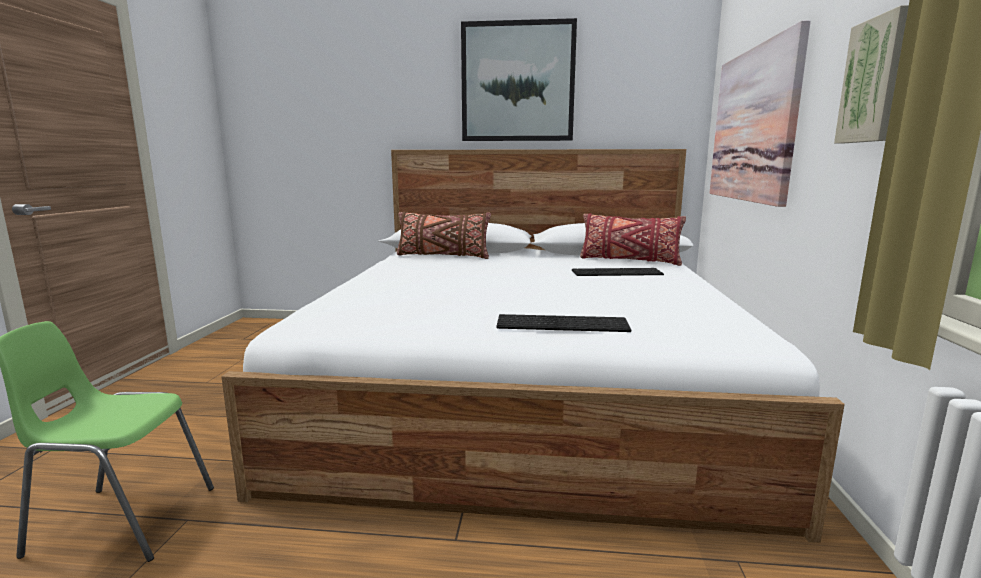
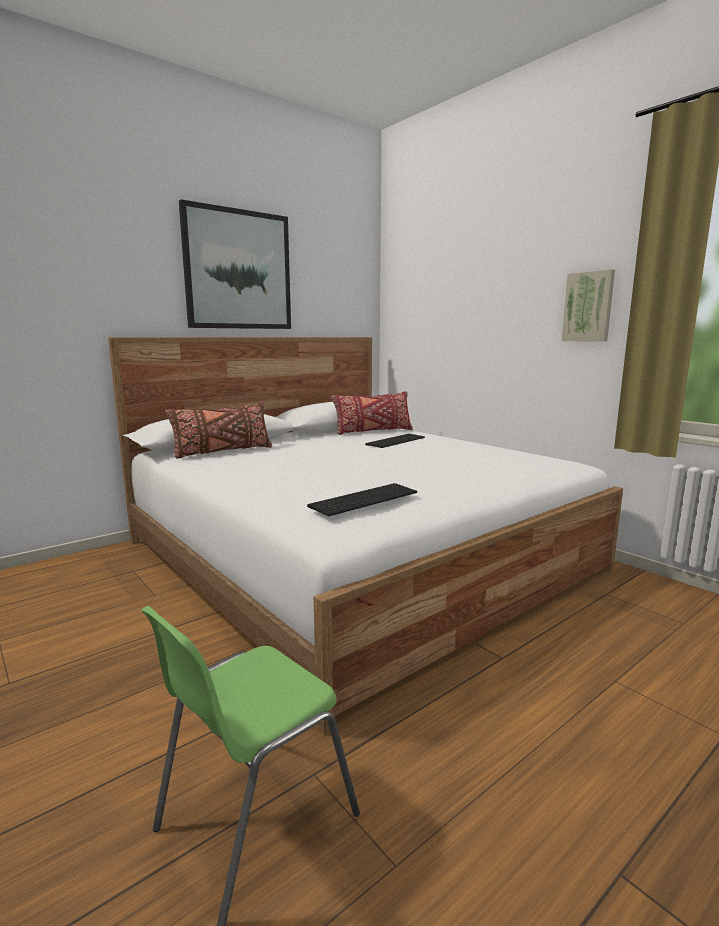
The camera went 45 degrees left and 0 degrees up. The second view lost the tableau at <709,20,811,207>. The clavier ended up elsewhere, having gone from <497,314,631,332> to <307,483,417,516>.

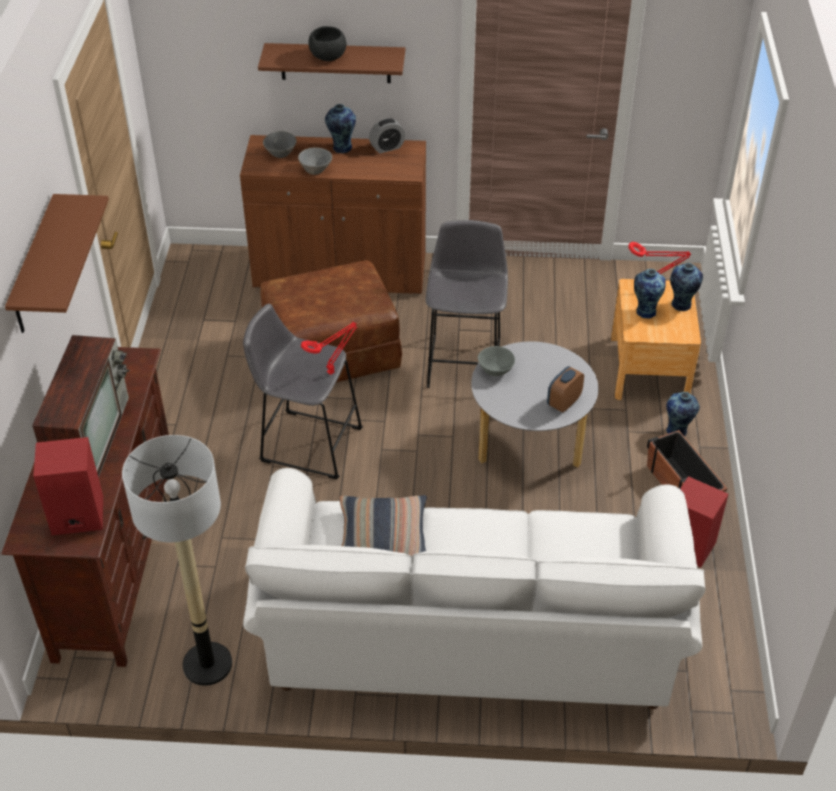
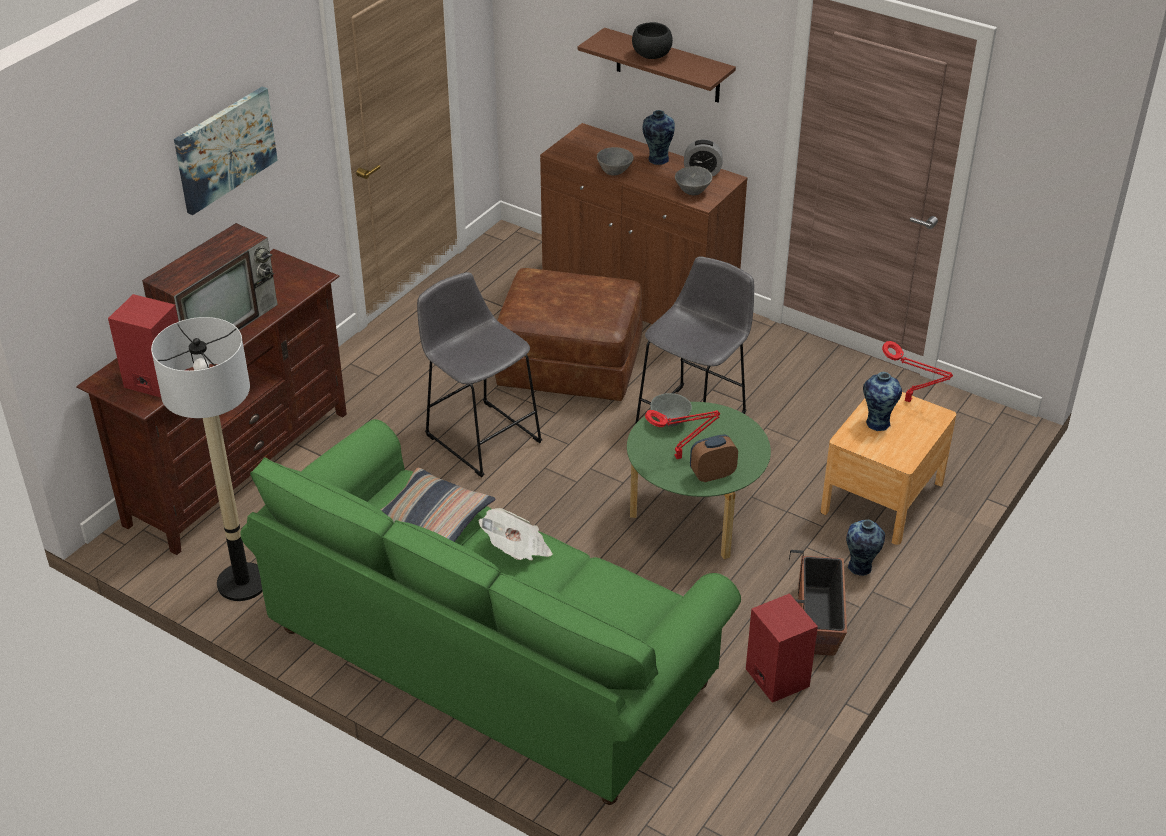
The camera went 30 degrees right and 5 degrees down. The second view lost the vase at <670,263,703,311>. The second view gained the journal at <479,508,553,561>. The bol/gris ended up elsewhere, having gone from <263,131,297,158> to <675,166,712,196>. The lampe de table/rouge ended up elsewhere, having gone from <301,322,357,375> to <645,410,720,459>. Where the étagère/marron hung at <5,194,109,333>, the tableau came to hang at <174,87,278,215>. What was the canapé/blanc at <243,468,706,709> turned into the canapé/vert at <240,419,741,805>. What was the table basse/gris at <471,341,598,468> turned into the table basse/vert at <627,402,771,560>.

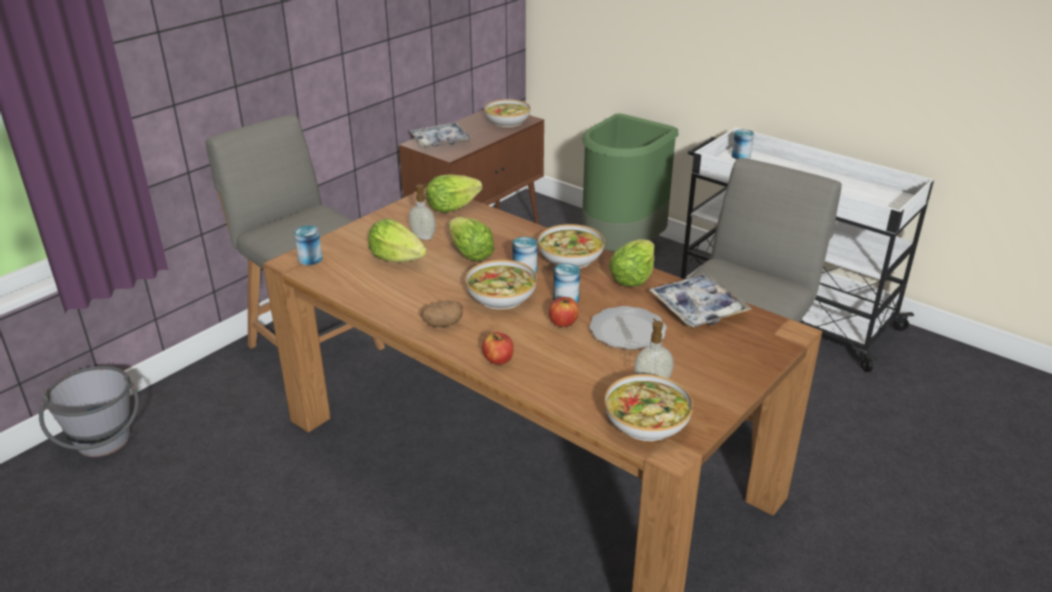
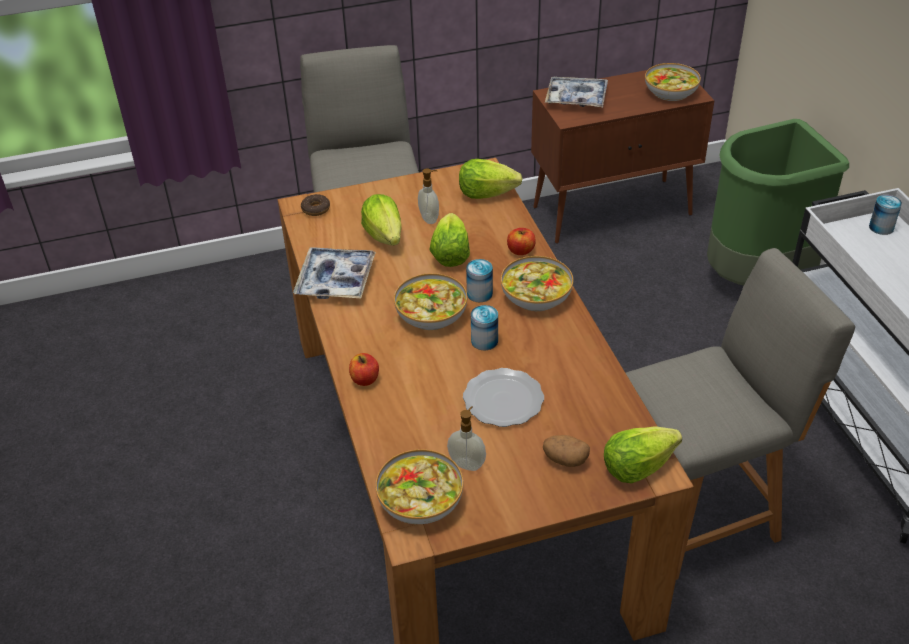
The camera went 35 degrees right and 10 degrees up. The second view lost the seau/gris at <39,366,139,457>. The pomme de terre ended up elsewhere, having gone from <421,301,463,327> to <543,435,590,467>. The pomme ended up elsewhere, having gone from <549,297,579,327> to <507,228,536,255>. The laitue ended up elsewhere, having gone from <609,239,655,287> to <604,426,682,483>. The plateau ended up elsewhere, having gone from <649,274,752,327> to <293,247,376,299>. Where the boîte métallique stood at <294,225,323,265>, the beignet came to stand at <301,194,330,216>.

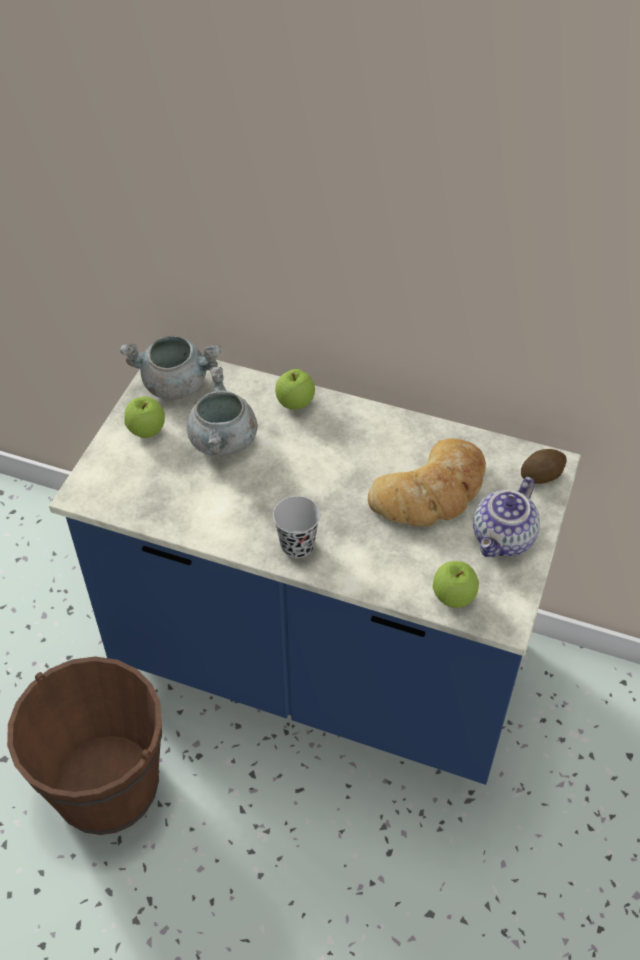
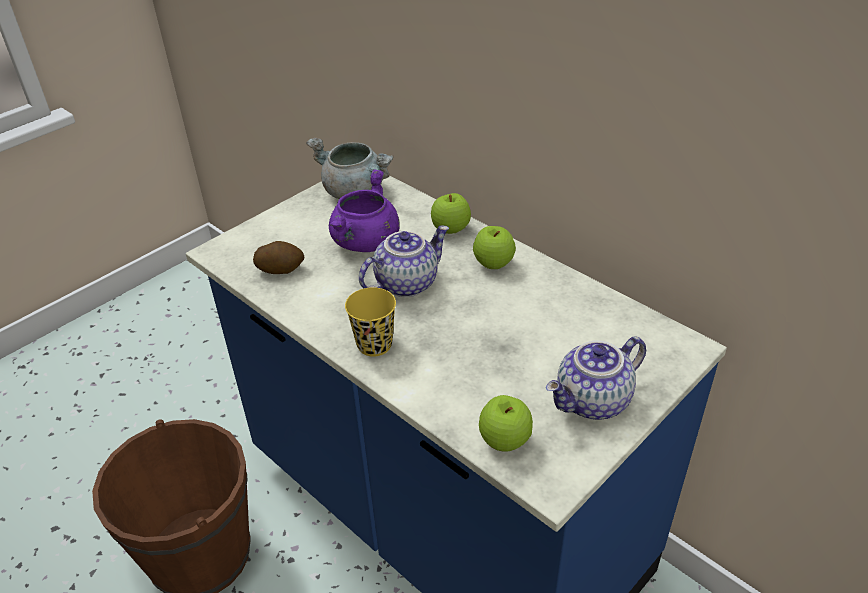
The camera went 25 degrees right and 10 degrees down. The second view lost the pain at <368,439,486,527>. The second view gained the théière at <359,226,449,297>. The pomme ended up elsewhere, having gone from <124,396,165,438> to <473,226,516,269>. The pomme de terre ended up elsewhere, having gone from <521,449,567,484> to <253,241,304,274>. What was the marmite/gris at <186,367,258,456> turned into the marmite/violet at <329,169,399,252>. What was the tasse/noir at <273,496,320,558> turned into the tasse/jaune at <345,287,396,357>.

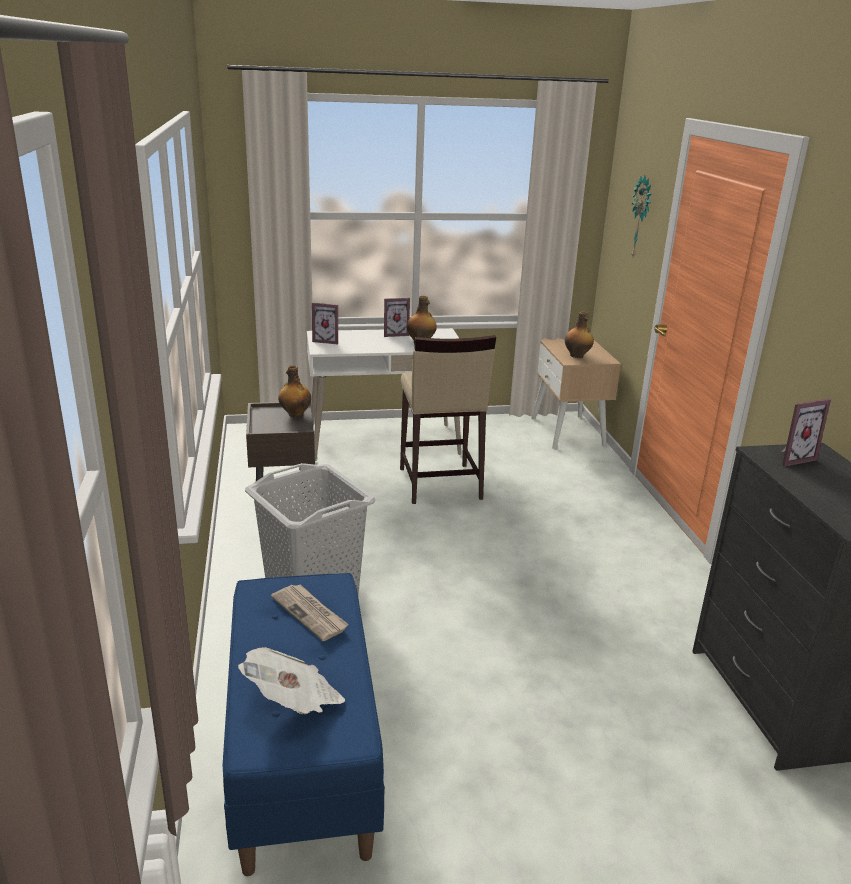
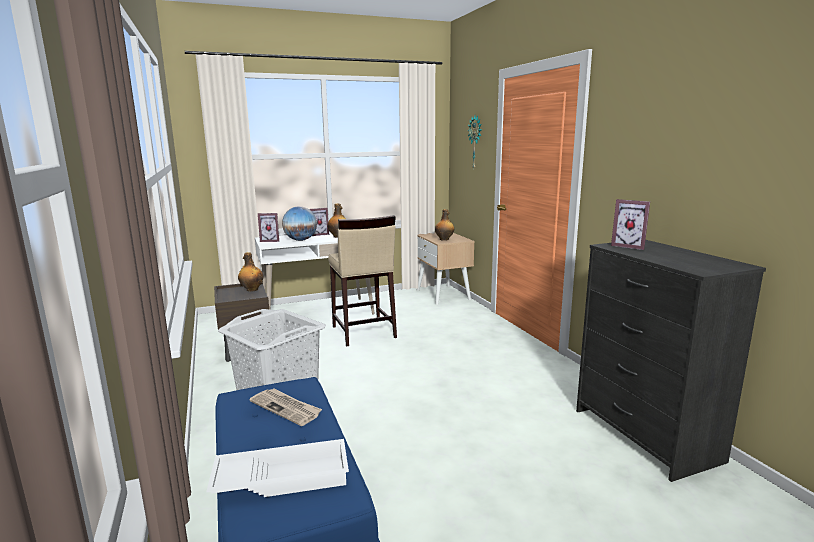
The camera went 10 degrees left and 10 degrees down. The second view gained the globe at <282,206,317,241>. Where the journal stood at <238,647,345,714>, the plateau/blanc came to stand at <207,439,349,497>. The cadre photo at <781,399,831,466> ended up facing another way, 75 degrees clockwise from before.

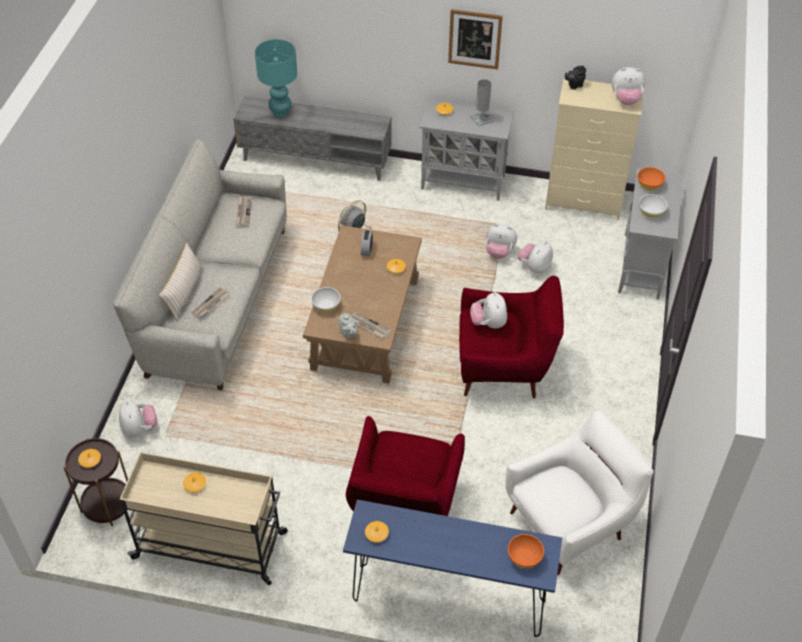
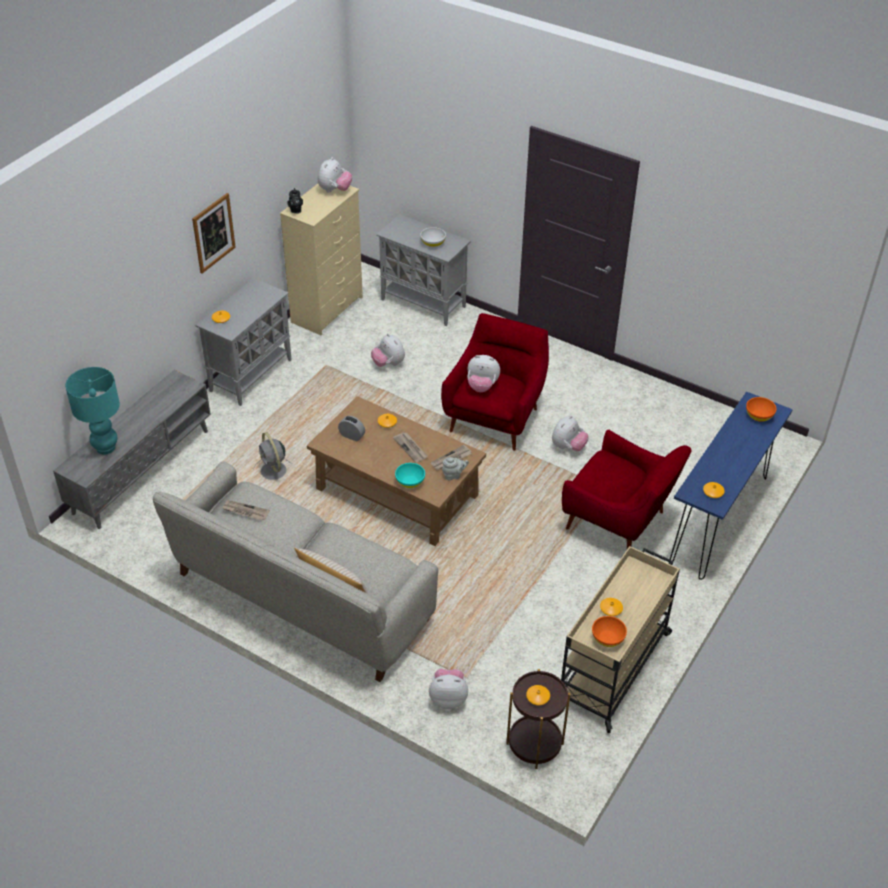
The camera went 70 degrees left and 5 degrees down. The second view lost the lampe de table/gris at <470,79,494,126>. The second view lost the fauteuil/blanc at <505,410,654,575>. The journal ended up elsewhere, having gone from <192,287,230,318> to <393,433,427,463>. The peluche ended up elsewhere, having gone from <486,223,517,259> to <552,416,589,451>. The bol/orange ended up elsewhere, having gone from <638,167,666,190> to <592,616,627,647>. What was the bol/blanc at <311,287,340,312> turned into the bol/turquoise at <395,463,425,488>.

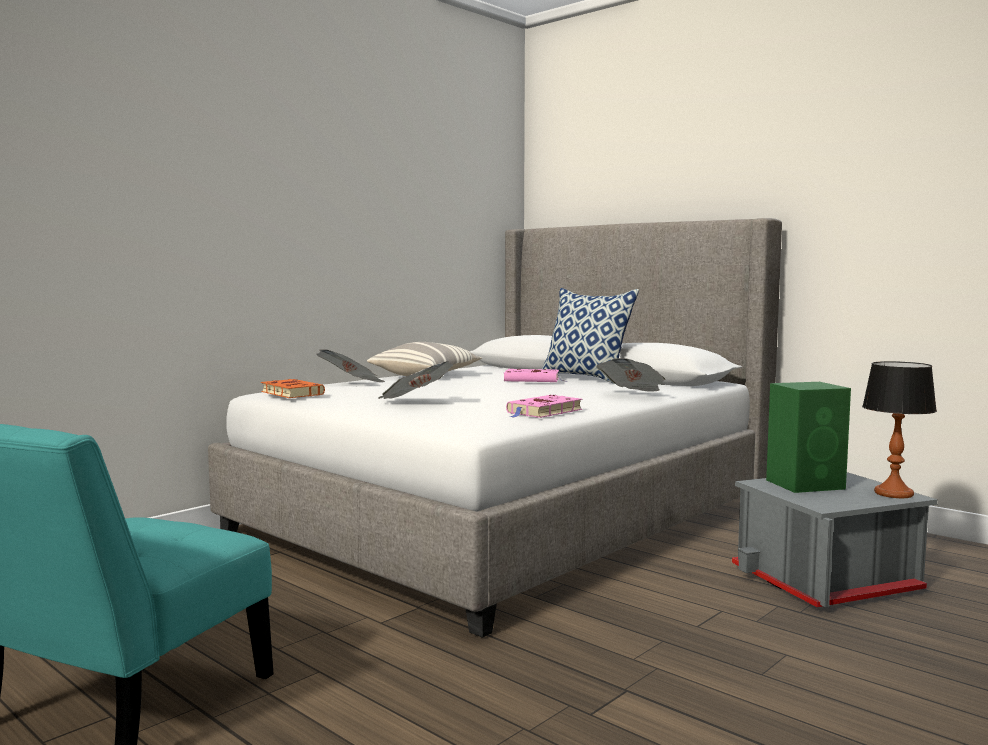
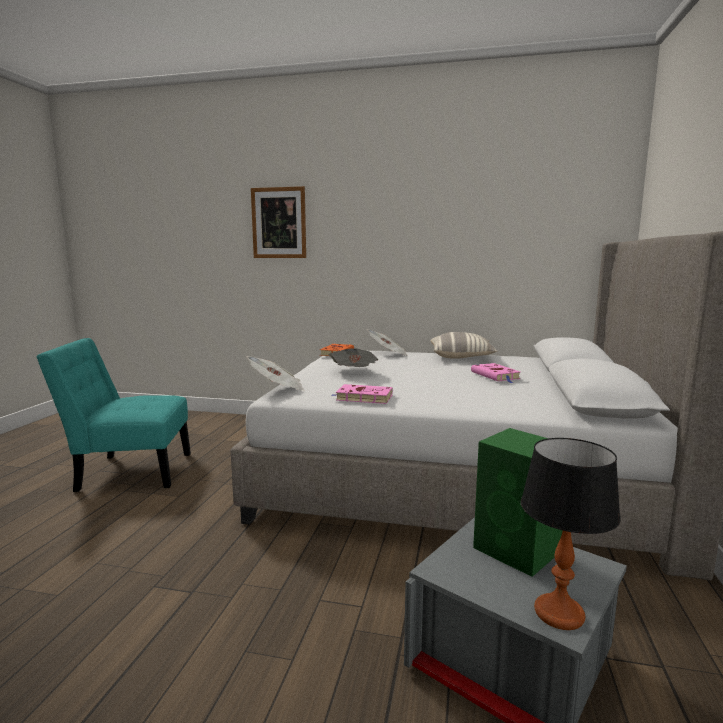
The camera went 60 degrees right and 5 degrees up. The second view lost the coussin at <542,288,639,384>. The second view gained the tableau at <251,186,306,258>. The journal ended up elsewhere, having gone from <596,358,665,392> to <247,356,305,391>.

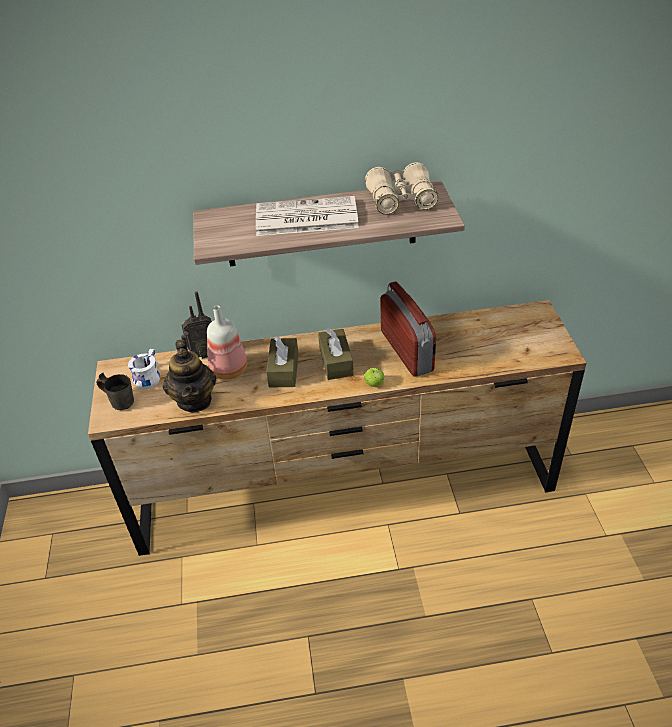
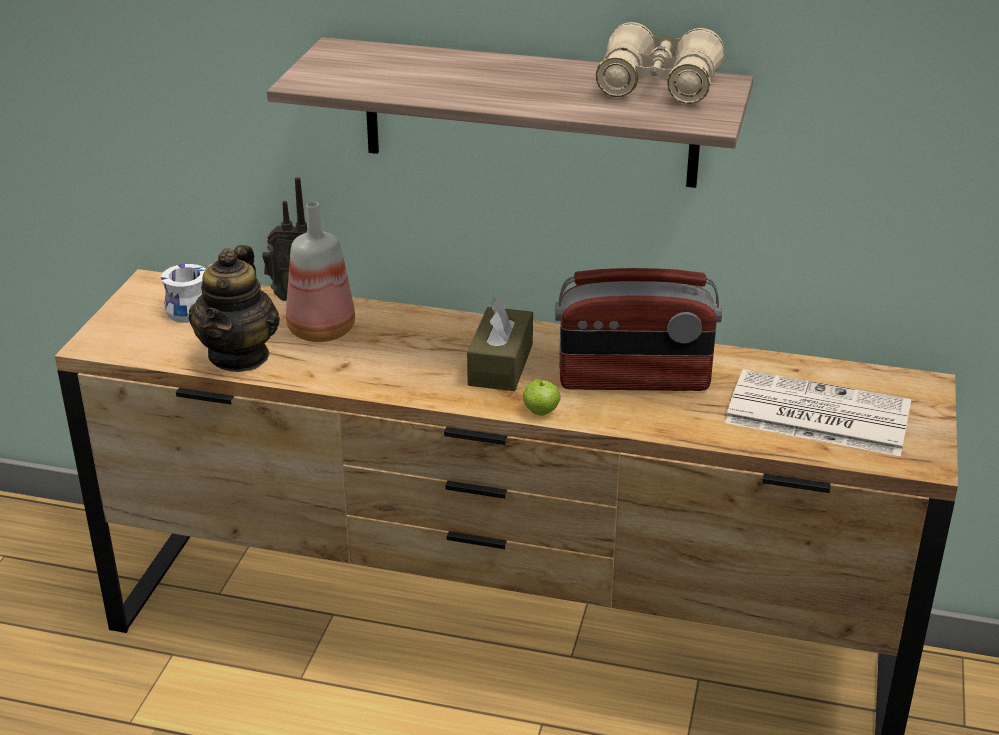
The camera went 20 degrees right and 10 degrees down. The second view lost the mug/gris at <96,373,134,410>. The second view lost the boîte à mouchoirs/marron at <266,336,298,388>. The journal ended up elsewhere, having gone from <256,196,359,236> to <725,369,911,456>. The radio at <380,281,436,377> ended up facing another way, 90 degrees clockwise from before.

